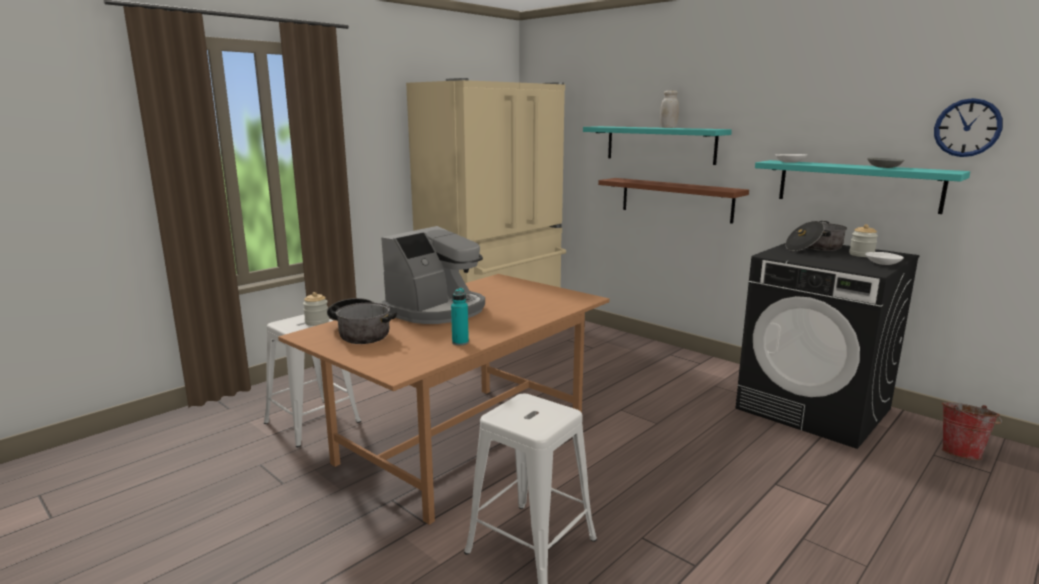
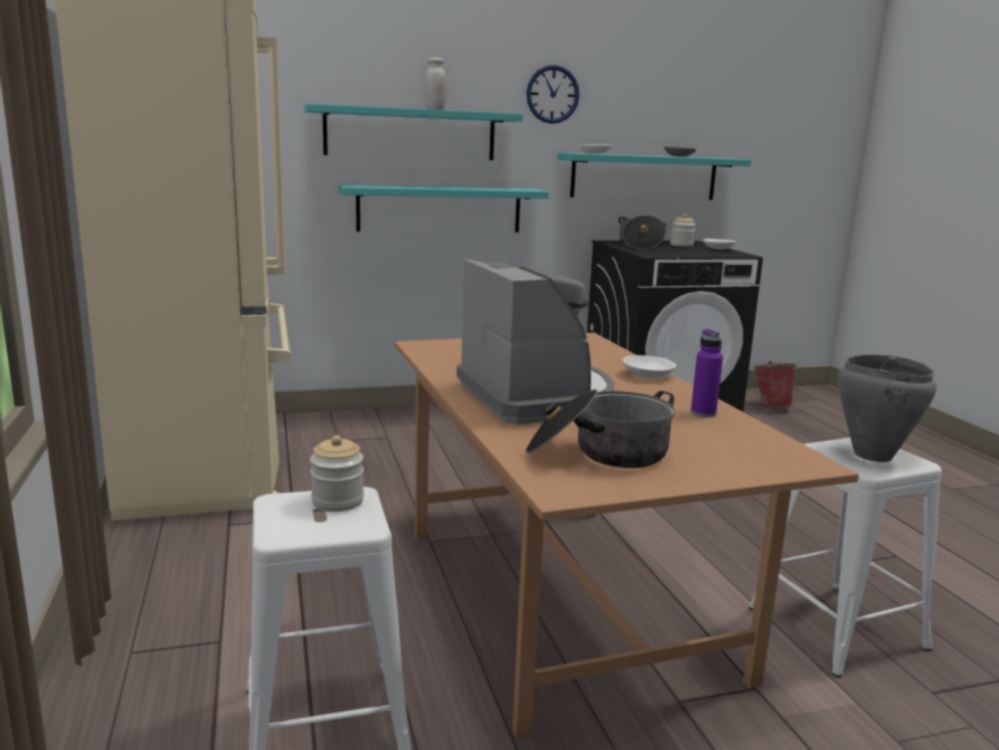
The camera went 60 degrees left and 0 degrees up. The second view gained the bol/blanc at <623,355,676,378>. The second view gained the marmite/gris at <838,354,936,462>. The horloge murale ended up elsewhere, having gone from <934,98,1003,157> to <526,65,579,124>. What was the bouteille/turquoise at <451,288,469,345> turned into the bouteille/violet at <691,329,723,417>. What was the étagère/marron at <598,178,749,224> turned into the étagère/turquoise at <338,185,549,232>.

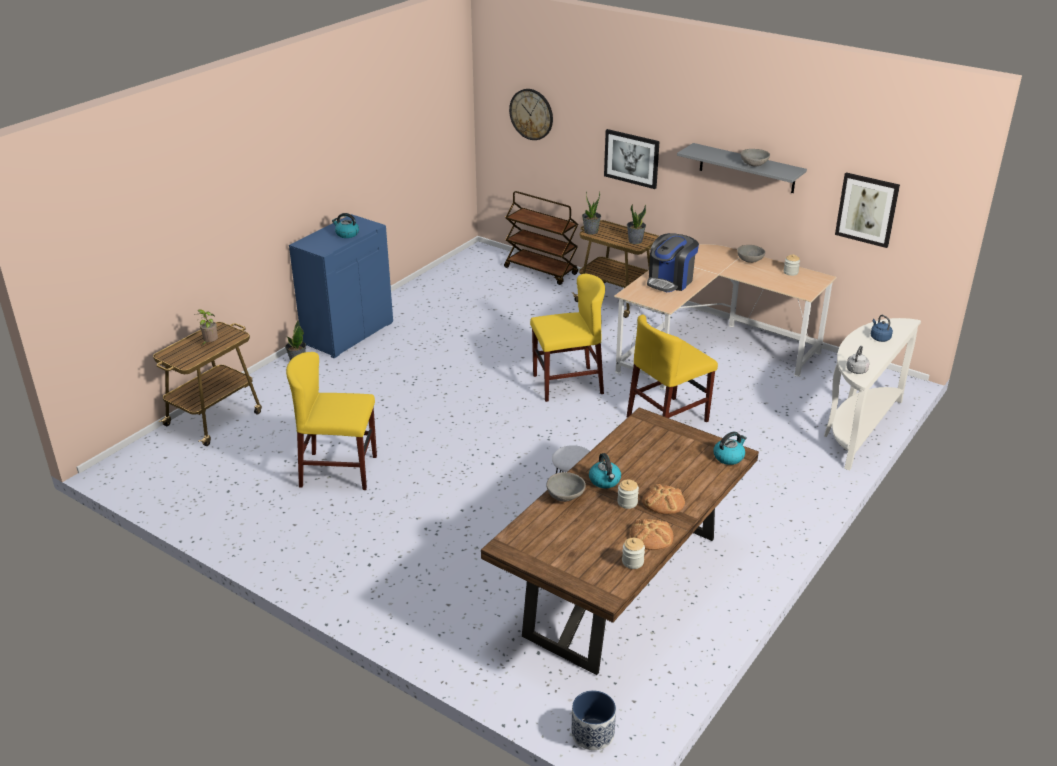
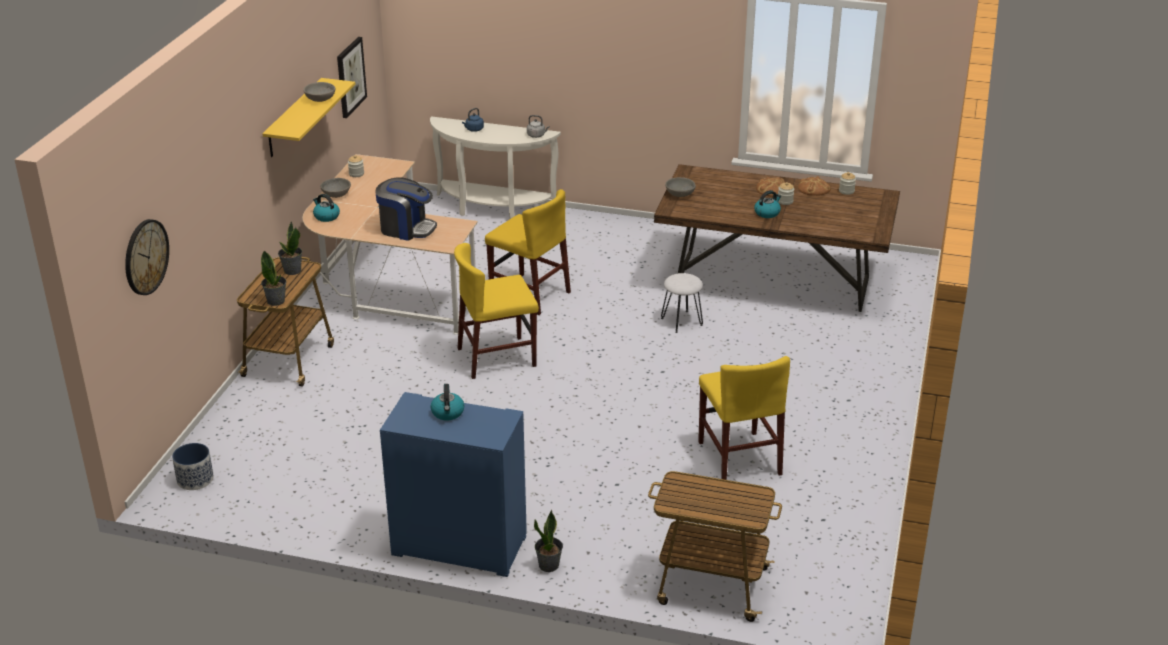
The camera went 110 degrees left and 0 degrees up. The second view lost the plante en pot at <194,309,218,345>. The second view lost the chariot/marron at <504,191,578,285>. The second view lost the tableau at <604,129,660,189>. The bol/gris ended up elsewhere, having gone from <546,472,586,502> to <665,177,696,197>. The cache-pot ended up elsewhere, having gone from <572,690,616,750> to <172,443,214,490>. The bouilloire ended up elsewhere, having gone from <713,432,747,465> to <313,194,340,222>. What was the étagère/gris at <677,143,807,193> turned into the étagère/jaune at <262,78,356,157>. The chaise/jaune at <530,274,605,402> ended up facing another way, 75 degrees counterclockwise from before.

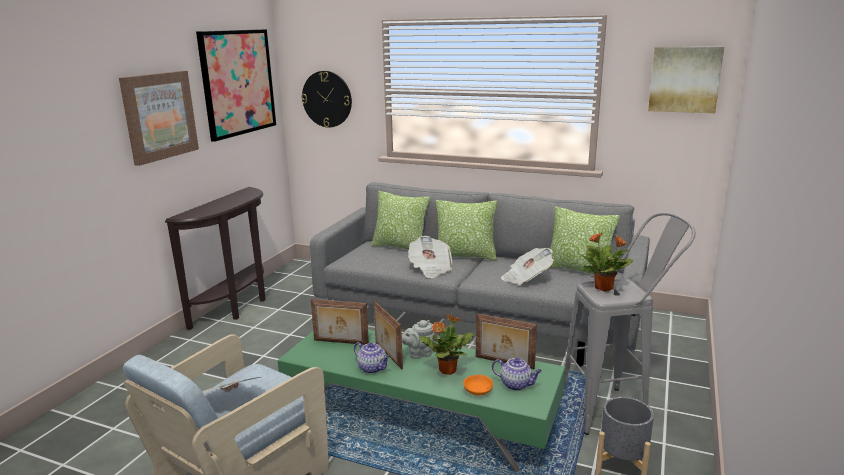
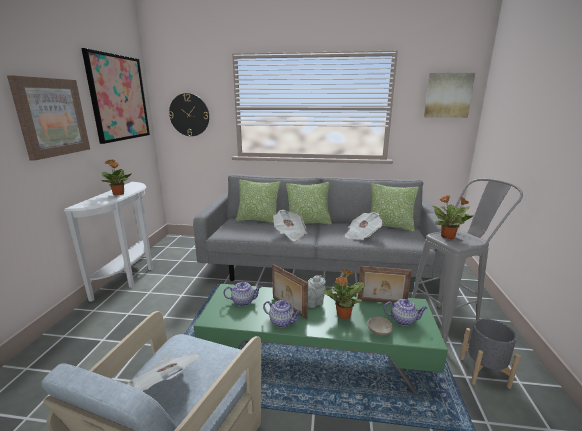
The camera went 15 degrees left and 0 degrees up. The second view gained the plante en pot at <101,160,132,195>. Where the cadre photo stood at <311,299,369,345>, the théière came to stand at <223,282,262,306>. What was the table console/marron at <165,187,266,330> turned into the table console/blanc at <63,182,153,302>. What was the bol/orange at <463,375,493,396> turned into the bol/beige at <367,316,393,336>.

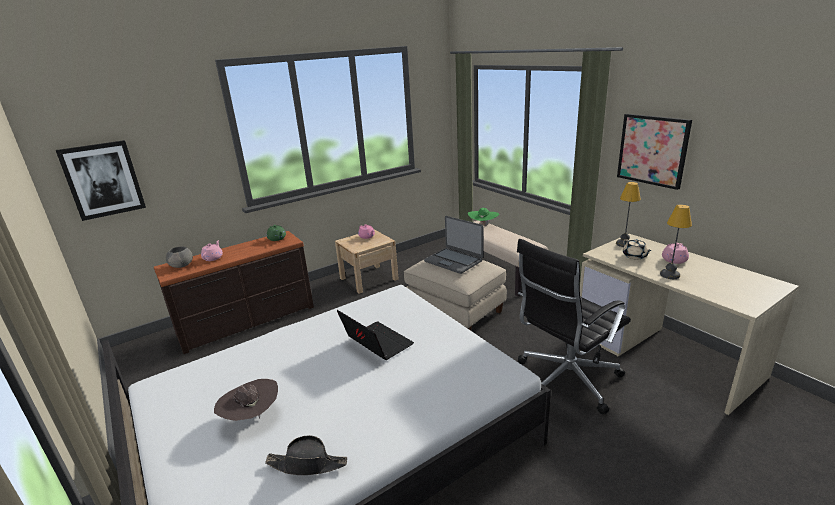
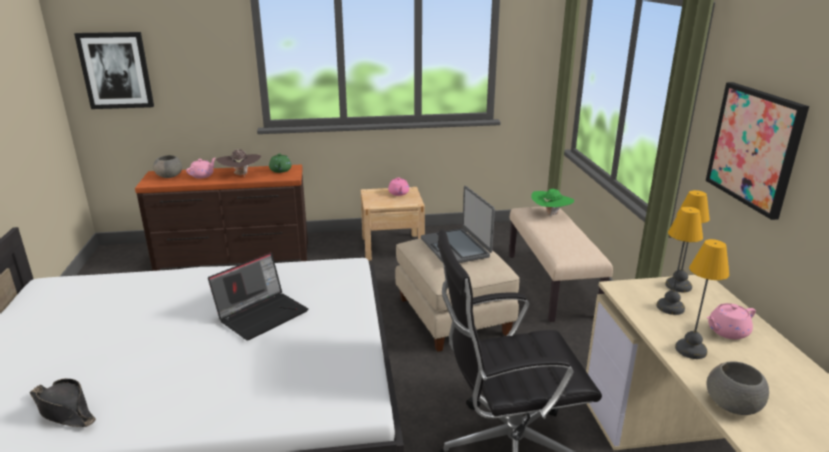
The camera went 25 degrees right and 0 degrees up. The second view gained the bol/gris at <706,361,769,415>. The chapeau/marron ended up elsewhere, having gone from <214,379,278,421> to <216,149,261,176>. Where the théière/beige stood at <623,239,651,260>, the lampe de table came to stand at <657,207,703,315>. The ordinateur portable at <337,310,414,360> ended up facing another way, 60 degrees clockwise from before.

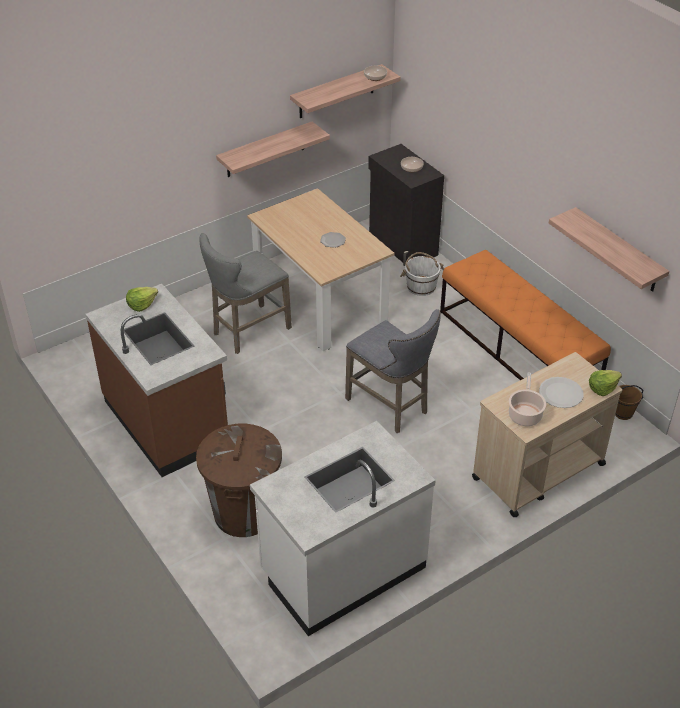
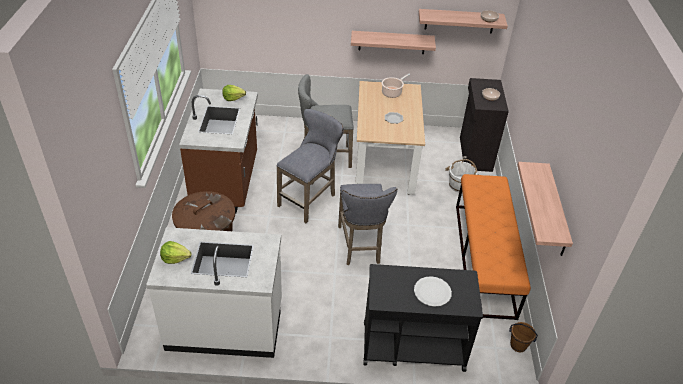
The camera went 35 degrees right and 0 degrees up. The second view gained the tabouret/gris at <276,109,344,223>. The marmite ended up elsewhere, having gone from <509,373,546,426> to <382,74,410,98>. The laitue ended up elsewhere, having gone from <589,370,622,396> to <160,241,192,264>. What was the chariot/beige at <472,352,622,517> turned into the chariot/noir at <363,264,483,372>.

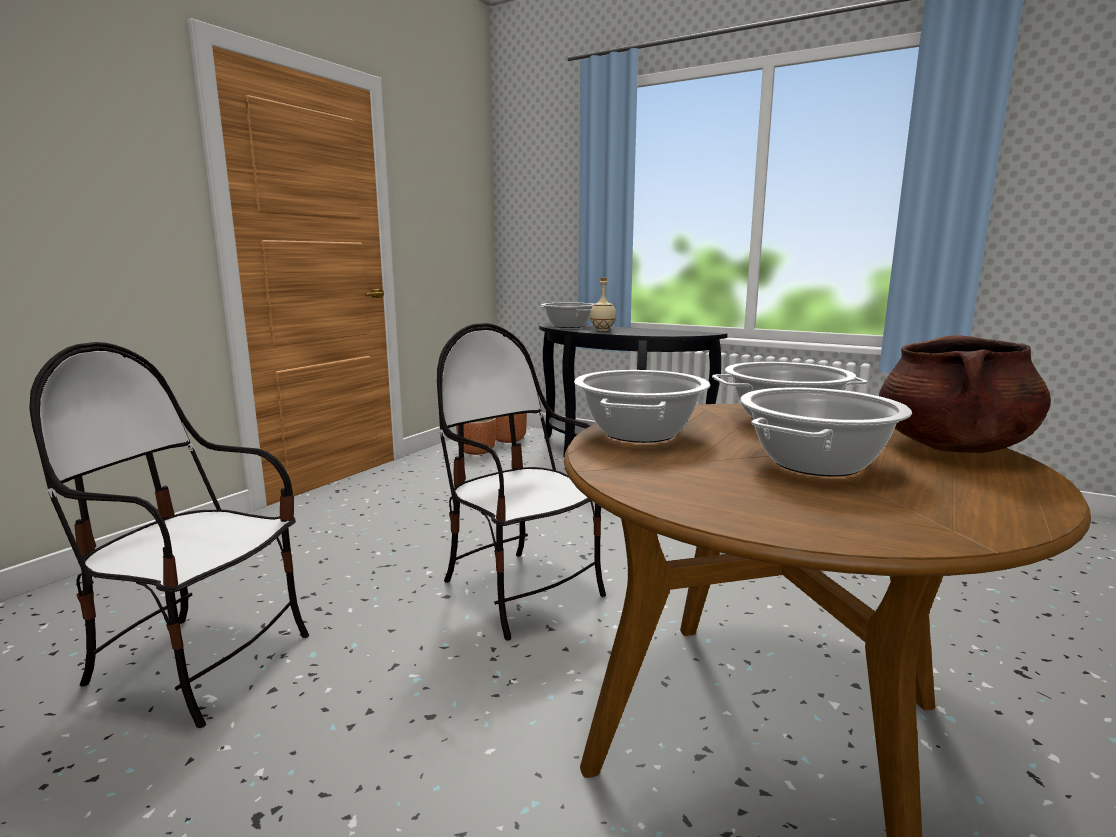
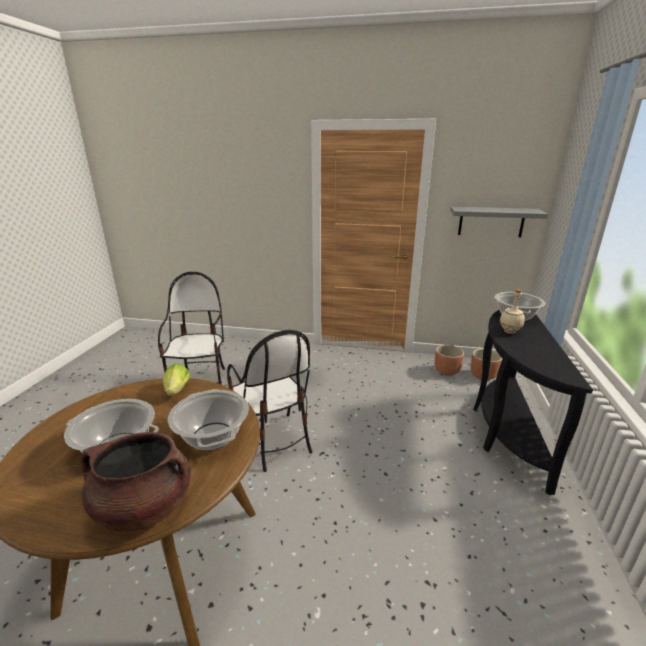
The camera went 70 degrees right and 10 degrees up. The second view gained the étagère/gris at <450,207,548,237>. Where the marmite stood at <574,370,711,443>, the laitue came to stand at <163,363,190,396>. The chaise at <437,323,606,641> ended up facing another way, 120 degrees clockwise from before.

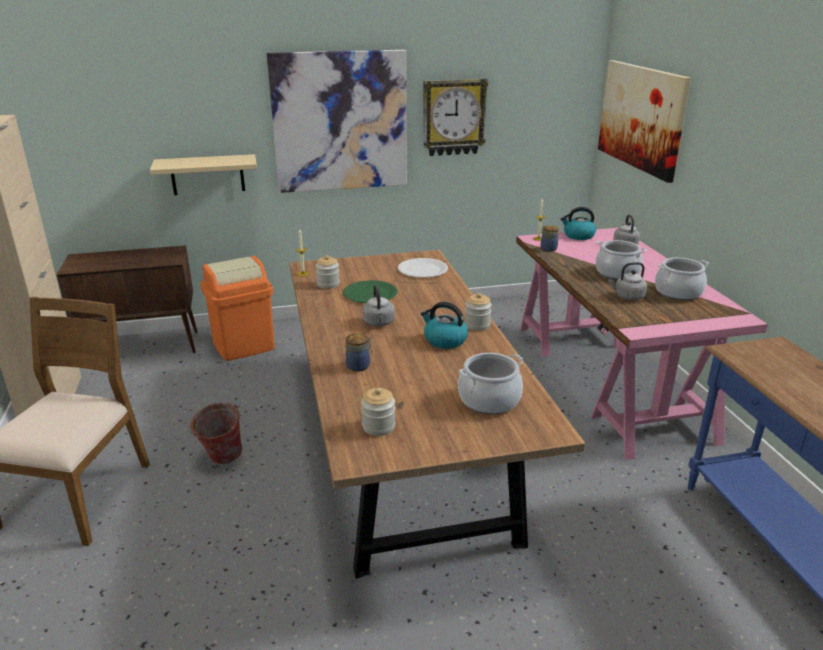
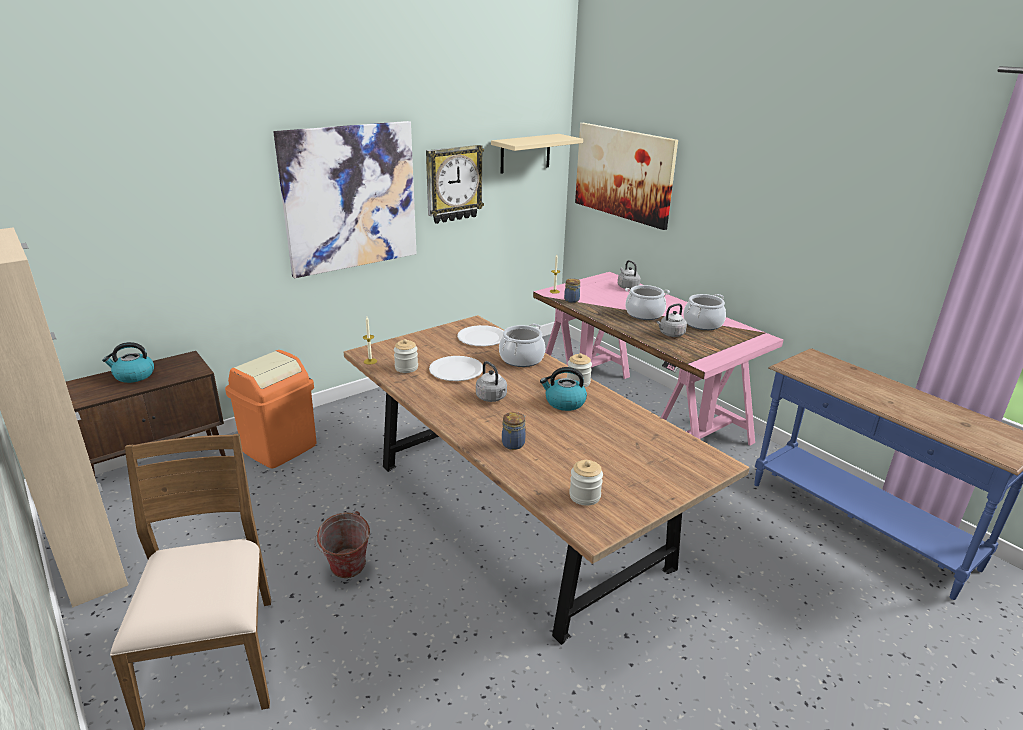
The camera went 25 degrees left and 0 degrees up. The étagère/beige ended up elsewhere, having gone from <150,154,257,195> to <491,134,583,174>. The marmite ended up elsewhere, having gone from <458,353,523,414> to <499,324,545,367>. The bouilloire ended up elsewhere, having gone from <560,207,596,240> to <102,342,154,383>. What was the assiette/vert at <343,280,398,303> turned into the assiette/blanc at <429,356,483,381>.

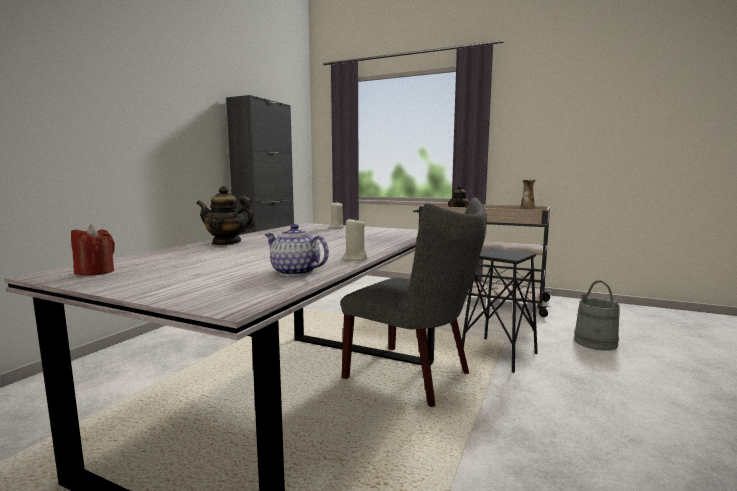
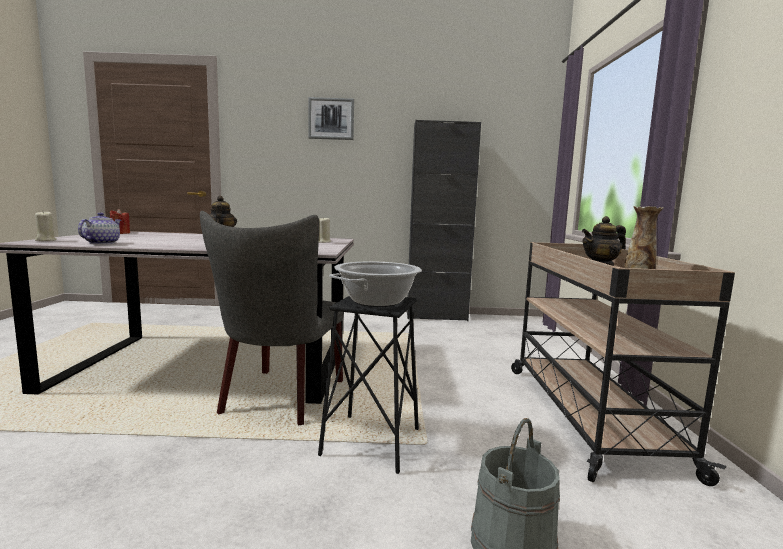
The camera went 65 degrees right and 0 degrees up. The second view gained the tableau at <308,97,354,140>. The second view gained the marmite at <329,261,422,307>. The bougie/beige ended up elsewhere, having gone from <343,218,368,261> to <35,212,57,241>.

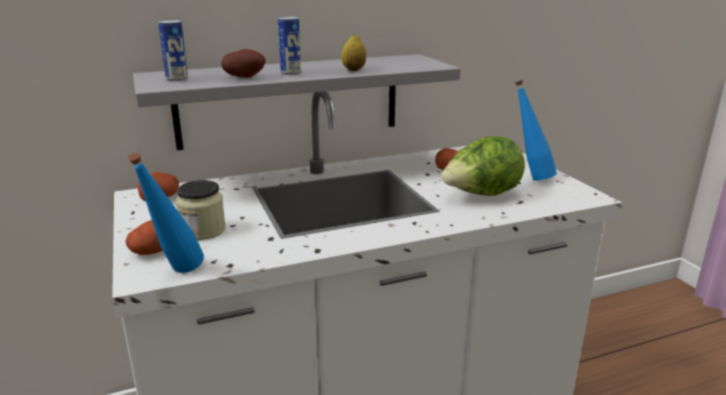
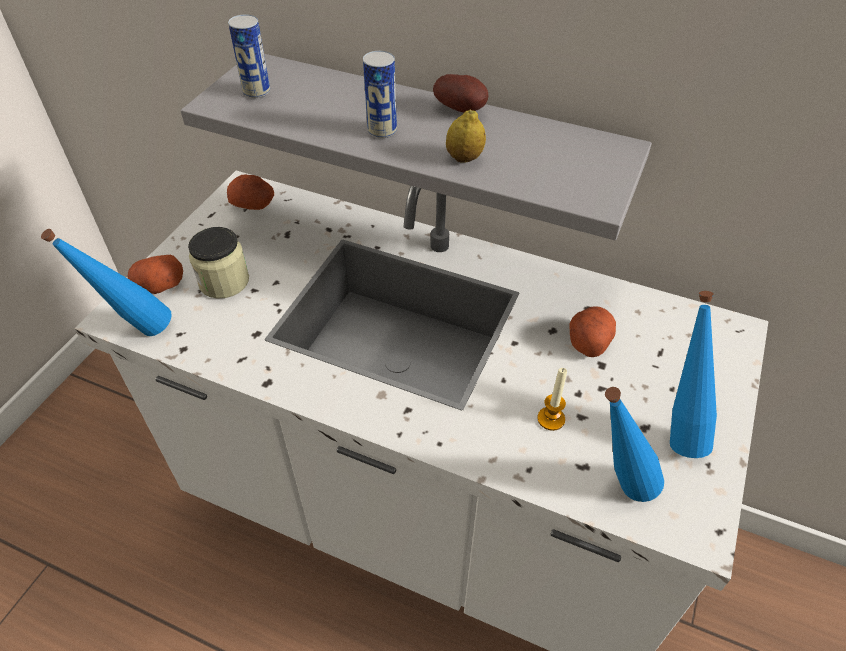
The camera went 45 degrees right and 25 degrees up. The second view gained the bouteille/bleu at <605,387,664,502>. The pomme de terre ended up elsewhere, having gone from <221,49,265,78> to <433,74,488,113>. Where the laitue stood at <441,136,525,196>, the bougie came to stand at <537,368,567,431>.

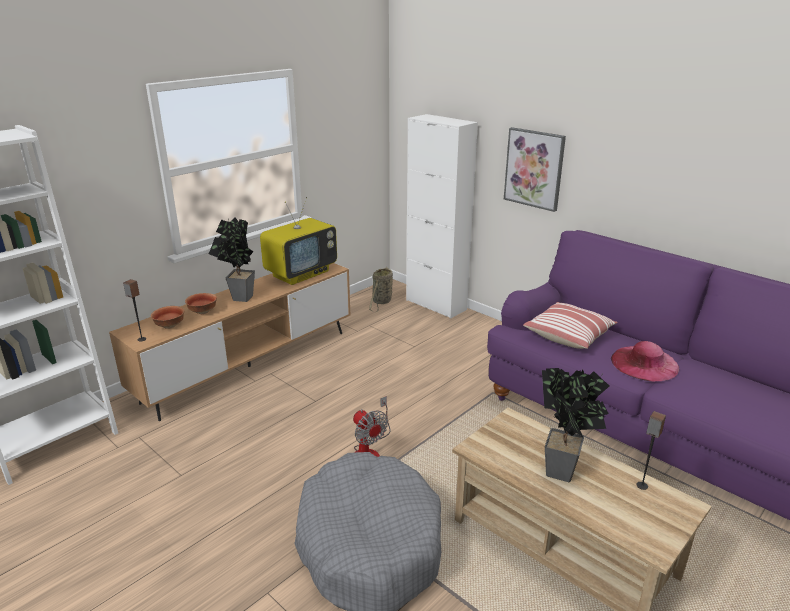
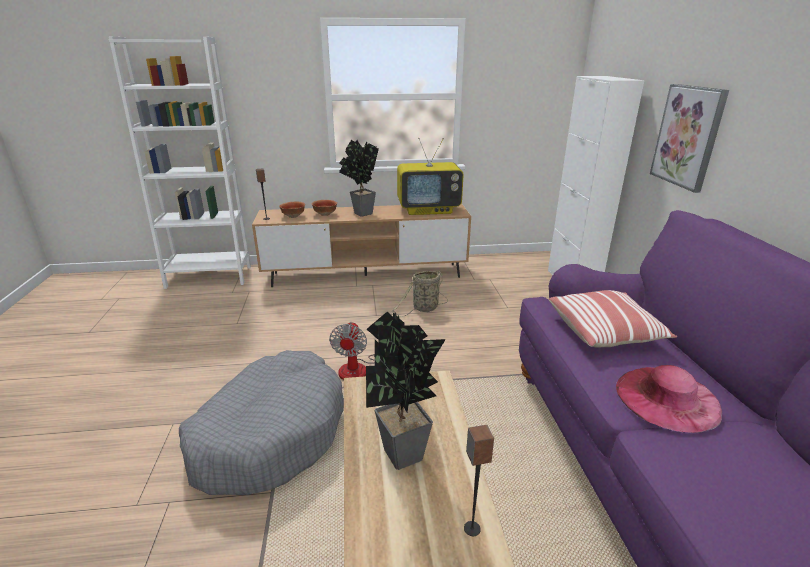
The camera went 40 degrees right and 0 degrees up. The panier ended up elsewhere, having gone from <369,267,393,312> to <392,271,448,317>.

